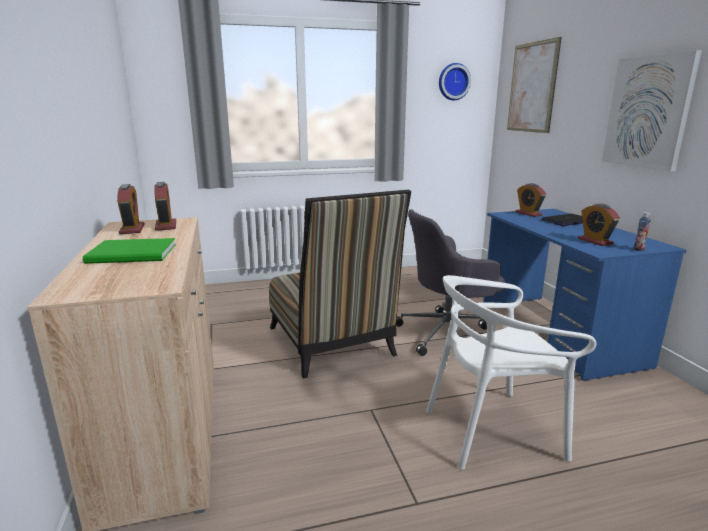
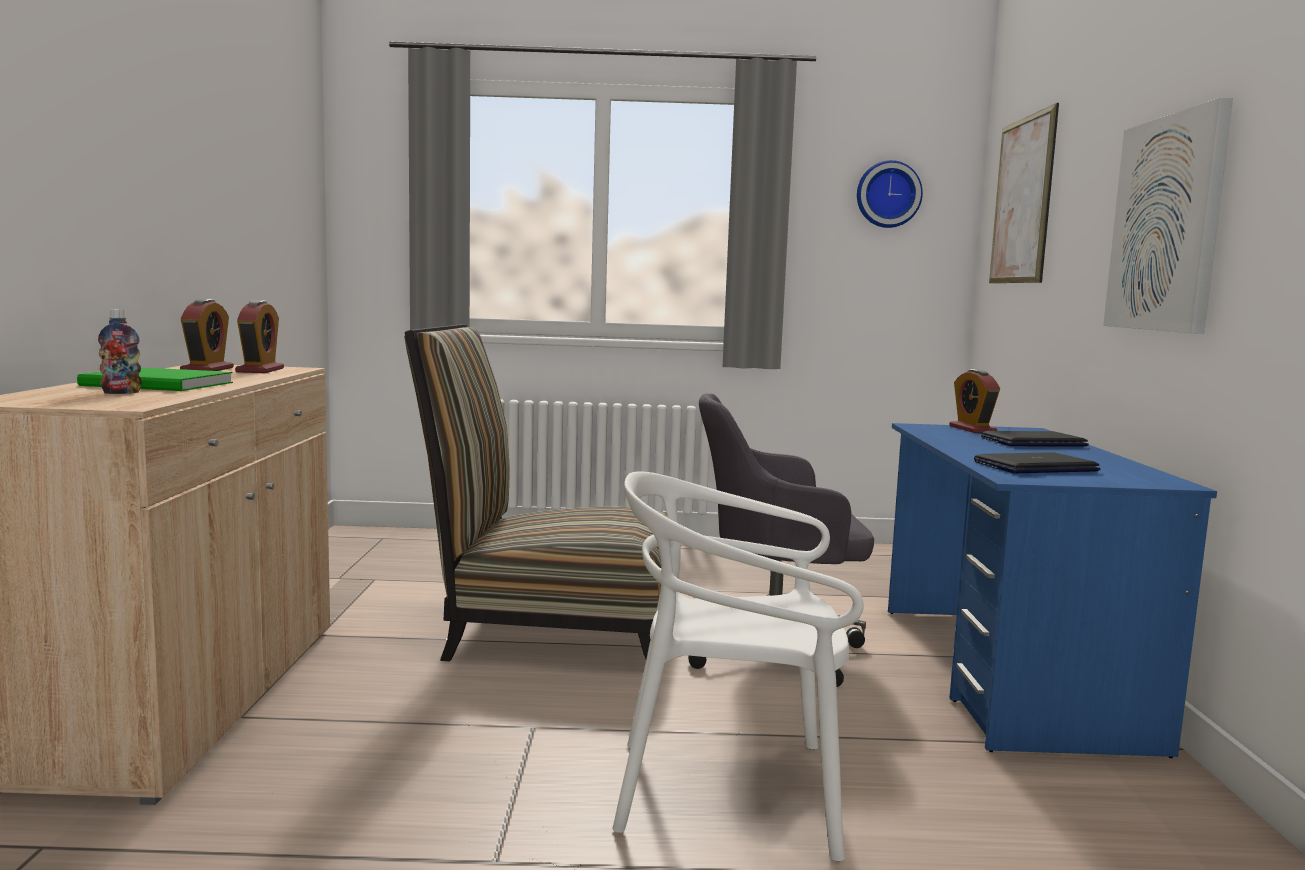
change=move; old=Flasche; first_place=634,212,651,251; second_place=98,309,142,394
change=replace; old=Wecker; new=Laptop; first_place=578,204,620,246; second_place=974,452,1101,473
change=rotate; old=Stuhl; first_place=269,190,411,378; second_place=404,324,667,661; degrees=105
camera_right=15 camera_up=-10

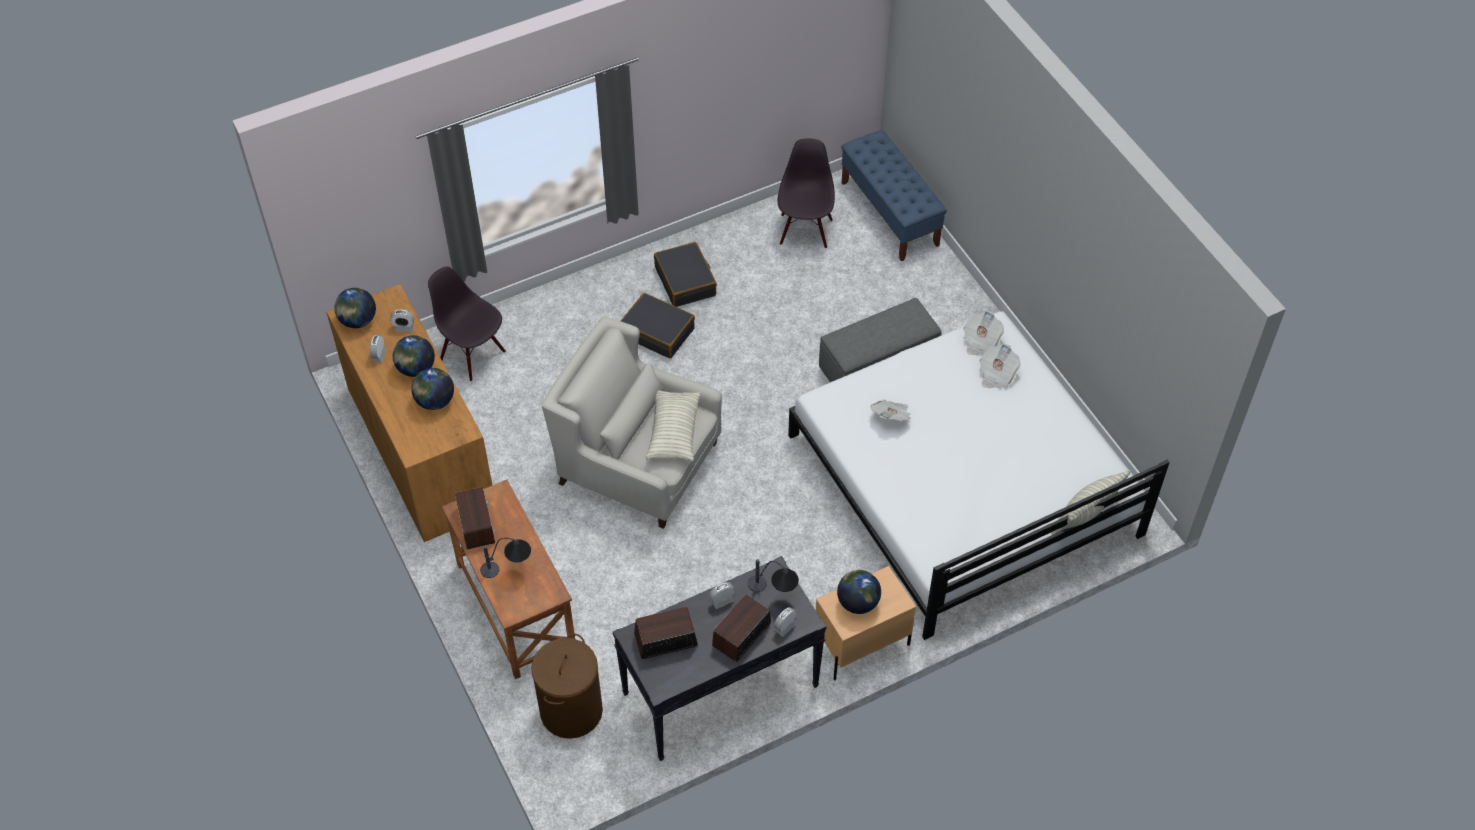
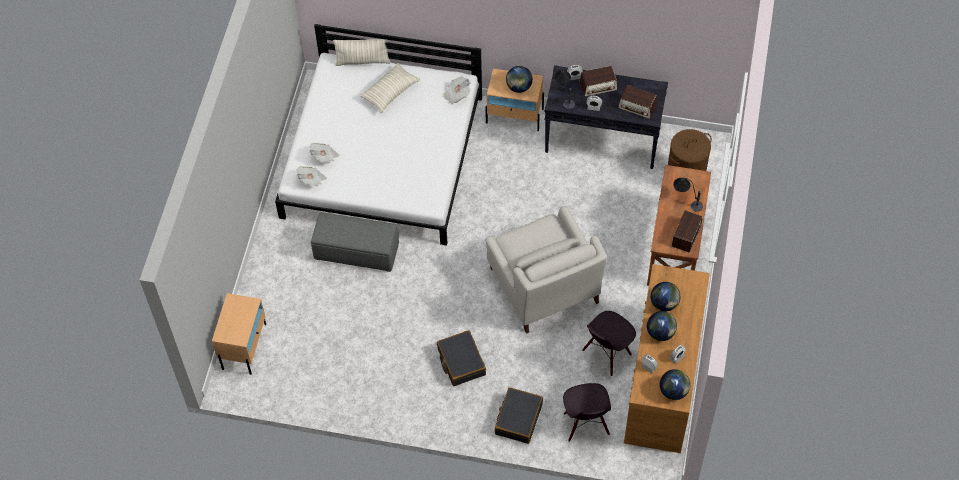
change=move; old=Kissen; first_place=646,390,701,461; second_place=360,63,420,113
change=move; old=Koffer [schwarz]; first_place=654,242,717,307; second_place=495,387,543,444
change=move; old=Stuhl [schwarz]; first_place=778,139,835,248; second_place=582,311,636,376
change=move; old=Zeitung; first_place=870,400,910,421; second_place=442,76,471,105
change=replace; old=Bank [blau]; new=Nachttisch [beige]; first_place=841,130,947,261; second_place=212,293,266,375
camera_right=-140 camera_up=5

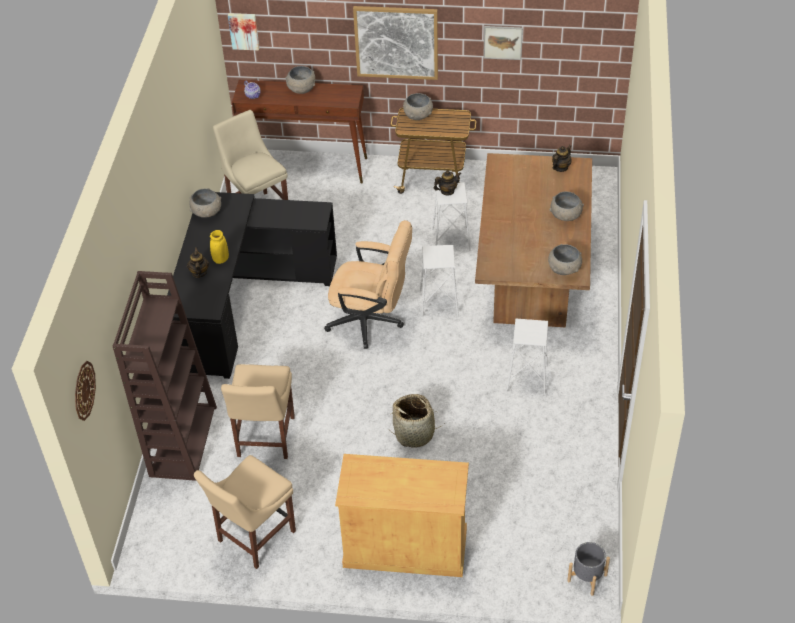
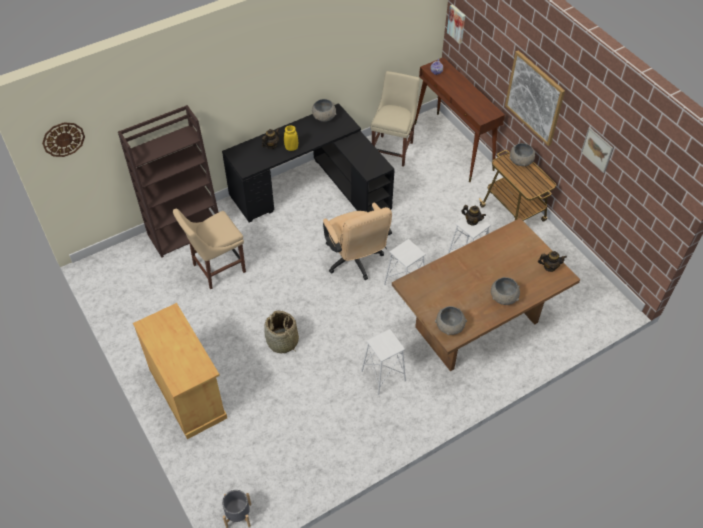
change=delete; old=Stuhl [beige]; first_place=194,455,296,569
change=delete; old=Schüssel [grau]; first_place=286,66,315,94
camera_right=50 camera_up=5

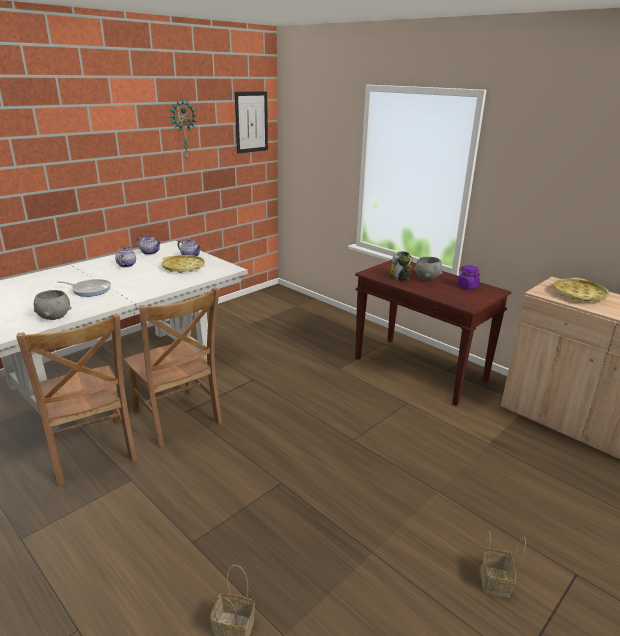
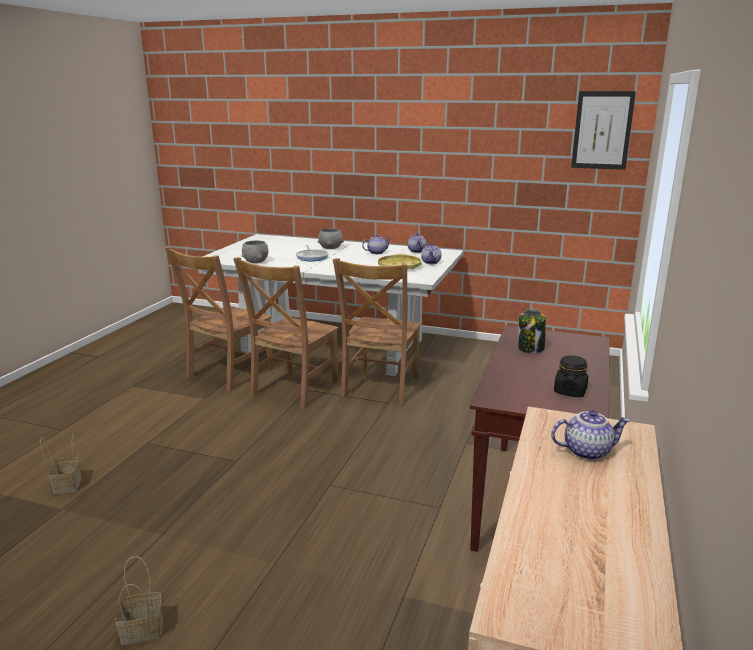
change=delete; old=Wanduhr; first_place=170,98,198,159
change=insert; new=Stuhl [braun]; second_place=333,258,421,405
change=move; old=Schüssel [grau]; first_place=414,257,443,281; second_place=318,228,344,249
change=replace; old=Tablett [gelb]; new=Teekanne; first_place=553,278,609,302; second_place=551,410,630,460
change=recolor; old=Vorratsglas [lila]; new=Vorratsglas [schwarz]; first_place=457,265,480,289; second_place=554,356,588,397
camera_right=65 camera_up=-5

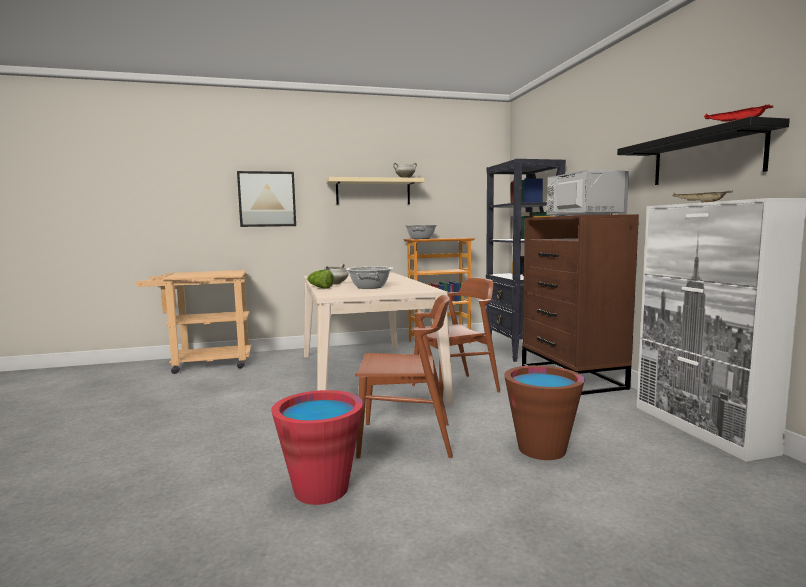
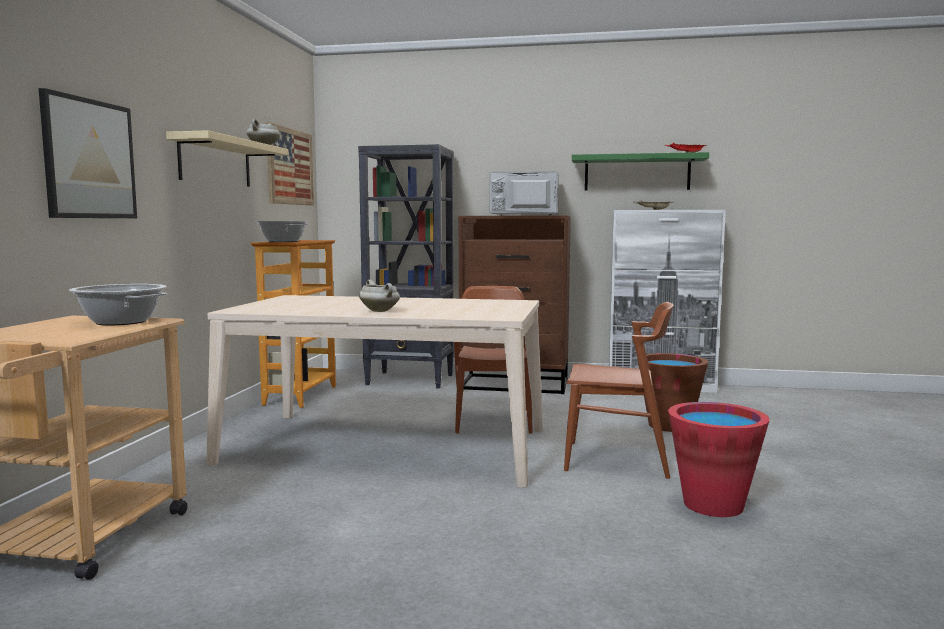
change=delete; old=Salatkopf; first_place=307,270,334,289
change=insert; new=Bild; second_place=266,122,314,205
change=move; old=Kochtopf; first_place=346,267,393,289; second_place=69,284,167,325
change=recolor; old=Wandregal [schwarz]; new=Wandregal [grün]; first_place=617,117,790,185; second_place=572,152,709,191
change=rotate; old=Stuhl [braun]; first_place=355,295,453,458; second_place=564,302,674,479; degrees=75
camera_right=-65 camera_up=0

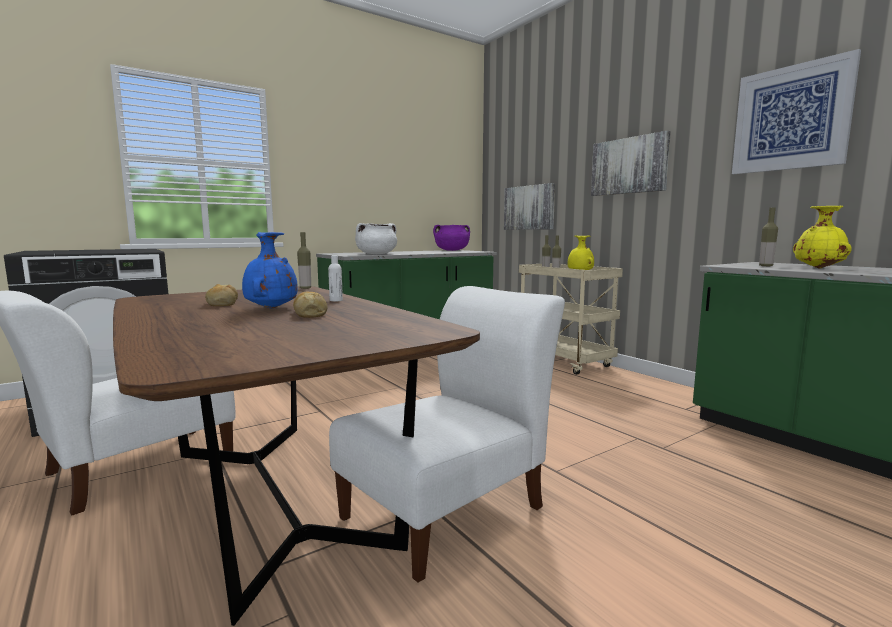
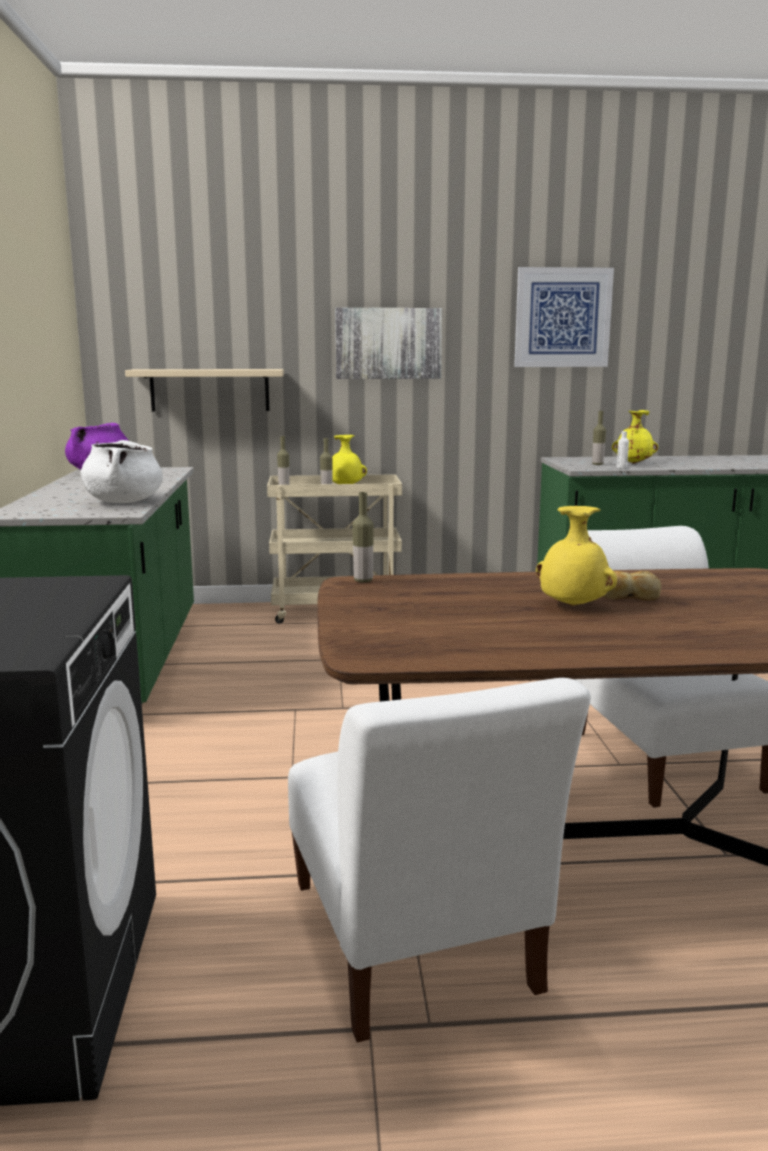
change=delete; old=Brot; first_place=205,284,238,306
change=move; old=Flasche [weiß]; first_place=328,255,343,301; second_place=617,431,629,469
change=replace; old=Bild; new=Wandregal [beige]; first_place=504,183,555,230; second_place=125,369,284,412
change=recolor; old=Vase [blau]; new=Vase [gelb]; first_place=242,232,298,309; second_place=536,506,617,606
camera_right=-60 camera_up=5

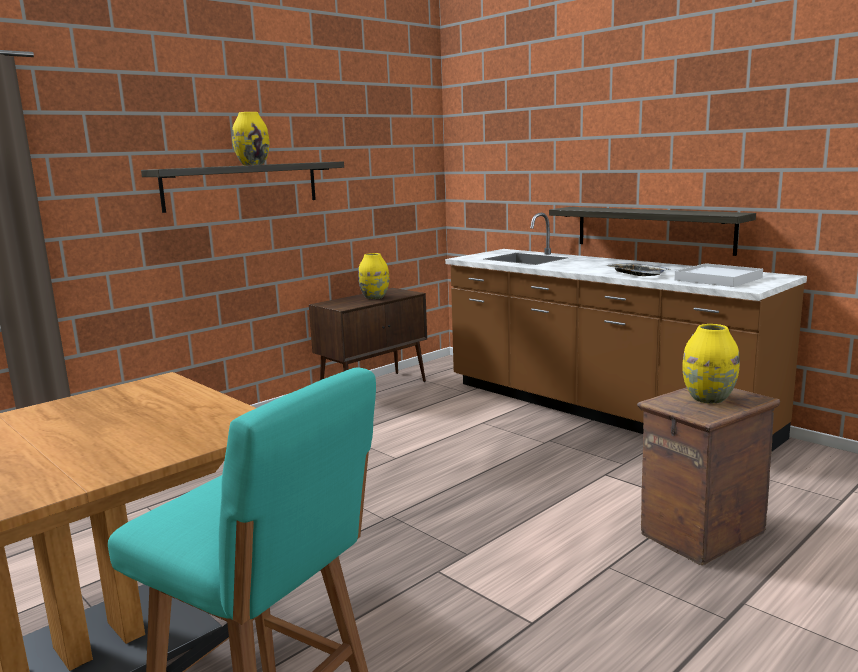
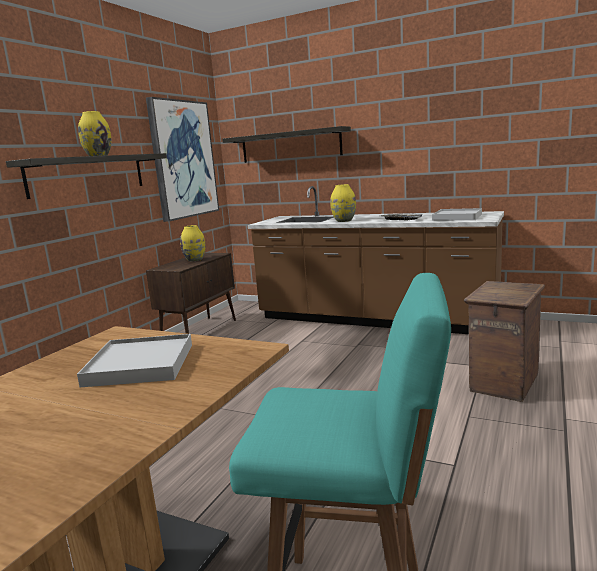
change=insert; new=Tablett [weiß]; second_place=77,334,192,387
change=insert; new=Bild; second_place=146,97,219,222
change=move; old=Wandregal; first_place=549,207,756,256; second_place=222,126,351,163
change=move; old=Vase [gelb]; first_place=682,324,740,404; second_place=330,184,356,222
camera_right=-20 camera_up=0

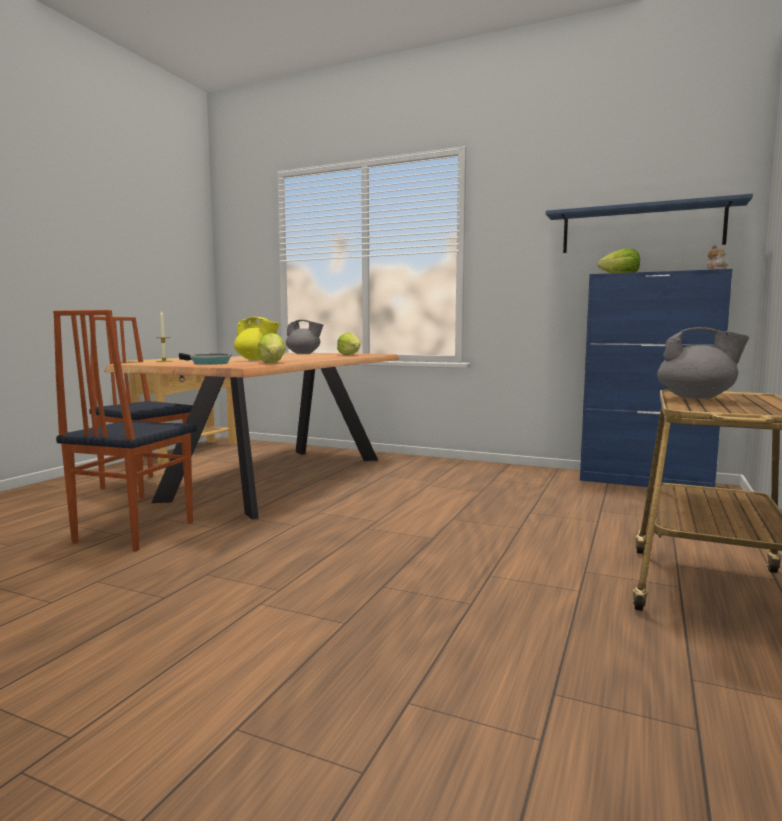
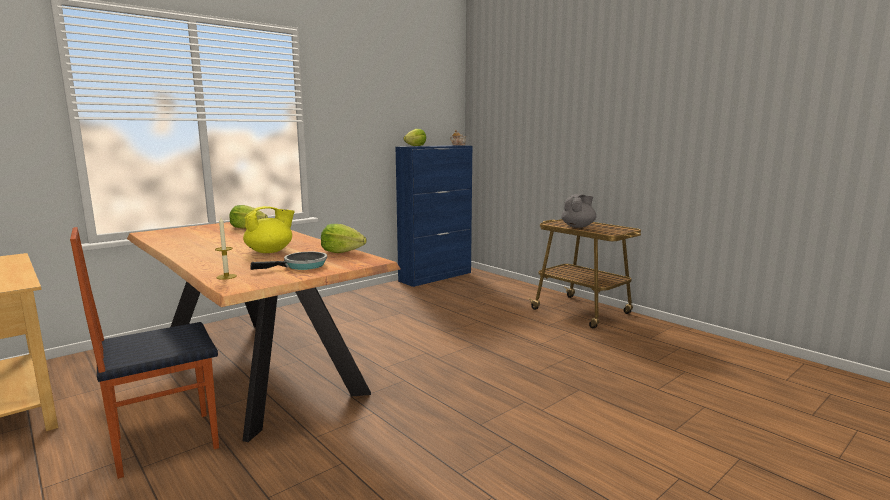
change=delete; old=Stuhl; first_place=53,310,197,552
change=delete; old=Teekanne [grau]; first_place=286,320,323,354
change=delete; old=Wandregal [blau]; first_place=546,194,753,253
camera_right=-65 camera_up=5

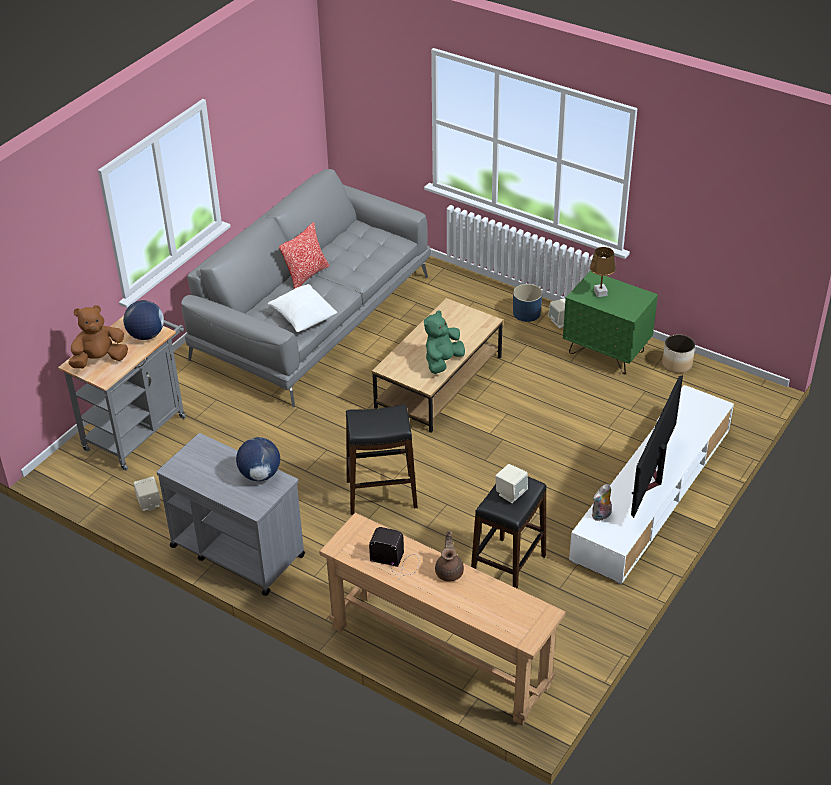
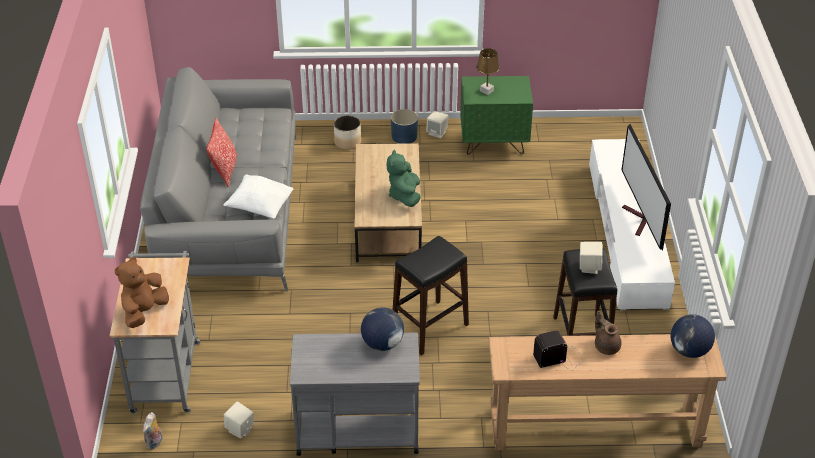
change=move; old=Globus; first_place=123,300,164,340; second_place=670,314,715,358
change=move; old=Plüschtier; first_place=592,484,612,521; second_place=143,412,163,450
change=move; old=Pflanzkübel; first_place=662,334,695,373; second_place=334,115,361,150
camera_right=-35 camera_up=0

